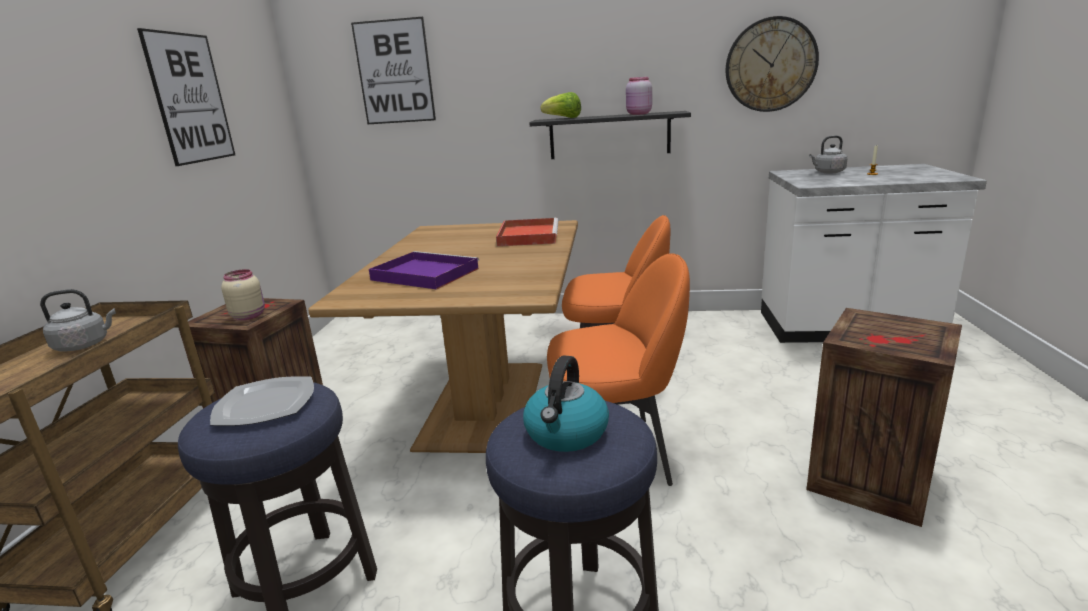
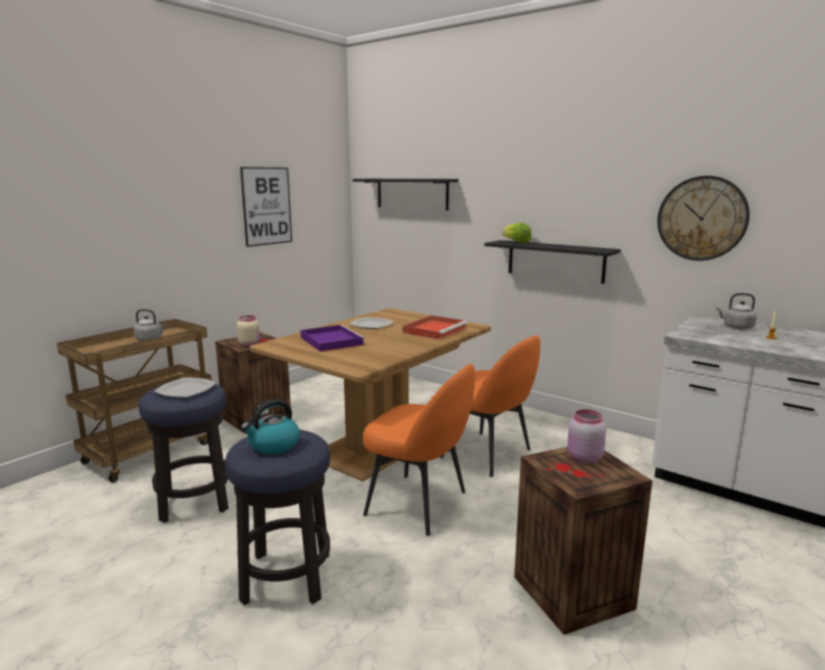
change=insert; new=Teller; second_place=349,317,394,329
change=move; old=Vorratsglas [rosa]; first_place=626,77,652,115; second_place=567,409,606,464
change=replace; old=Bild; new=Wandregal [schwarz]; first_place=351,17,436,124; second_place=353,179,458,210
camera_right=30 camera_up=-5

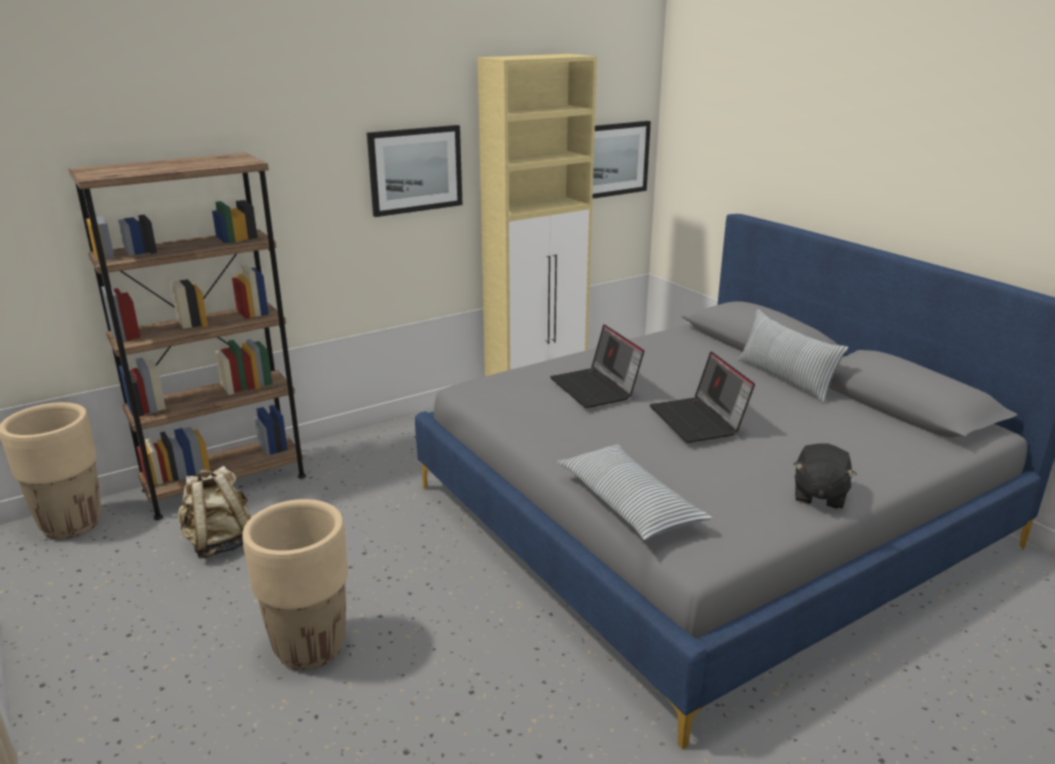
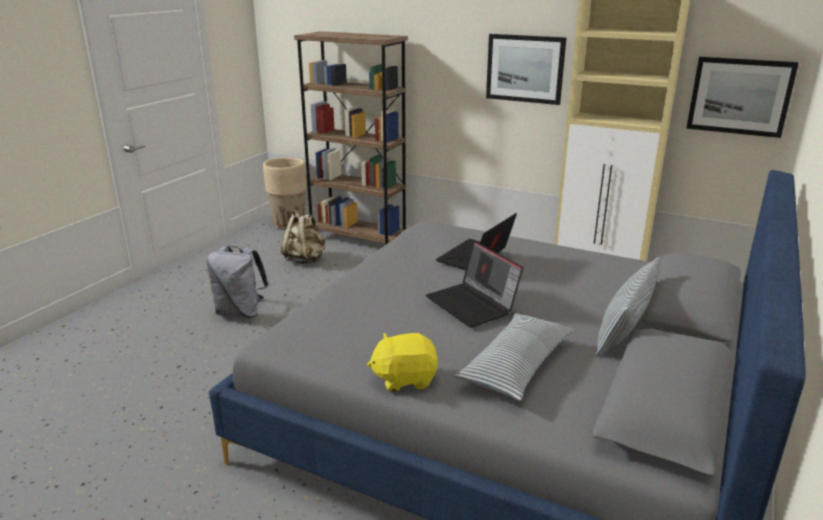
change=move; old=Kissen; first_place=557,444,712,540; second_place=454,313,575,401
change=replace; old=Pflanzkübel [beige]; new=Rucksack [grau]; first_place=242,499,348,670; second_place=206,246,269,318
change=recolor; old=Plüschtier [schwarz]; new=Plüschtier [gelb]; first_place=794,443,857,509; second_place=367,333,438,392
change=rotate; old=Laptop; first_place=650,352,755,443; second_place=426,241,523,328; degrees=-75
camera_right=60 camera_up=0

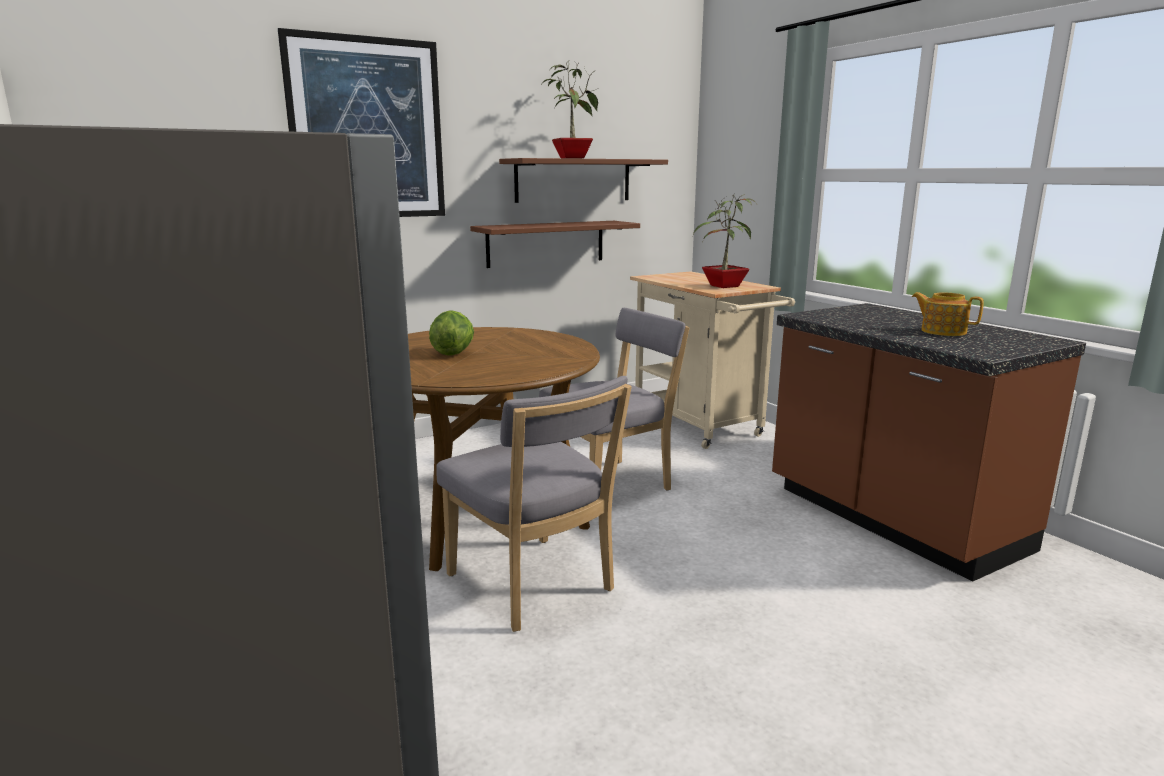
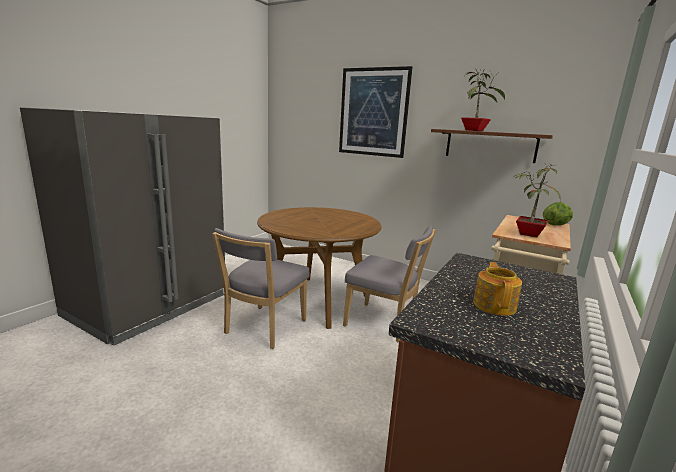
change=delete; old=Wandregal [braun]; first_place=470,221,640,268
change=move; old=Salatkopf; first_place=429,310,474,356; second_place=543,202,573,225
camera_right=60 camera_up=0

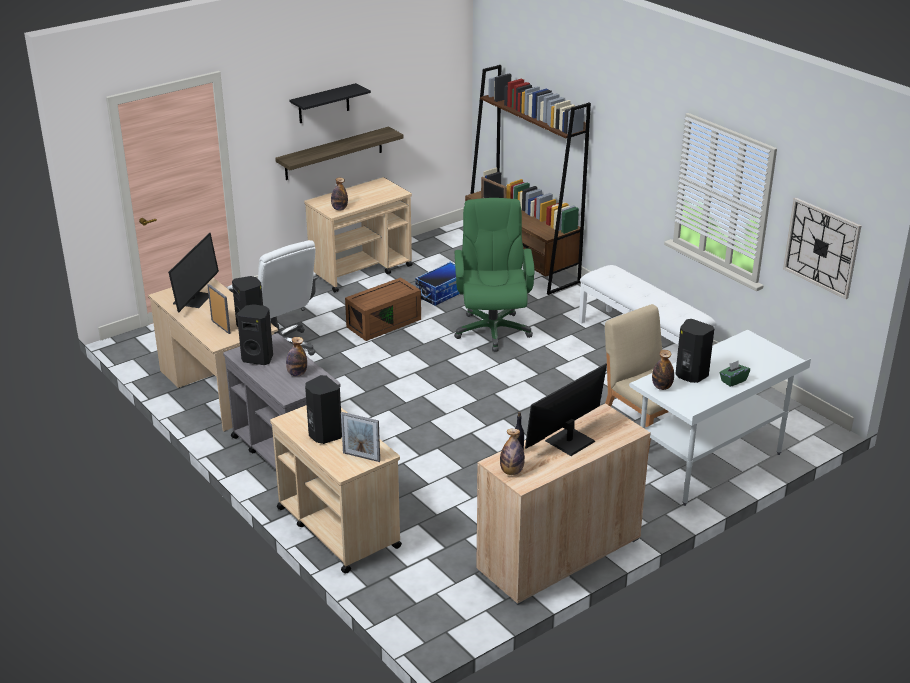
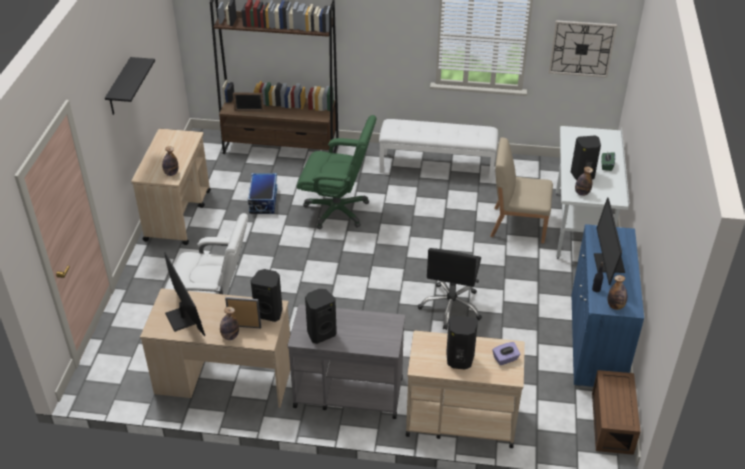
change=delete; old=Wandregal; first_place=275,127,404,180
change=insert; new=Bürostuhl [schwarz]; second_place=418,248,482,330
change=move; old=Flasche; first_place=286,337,307,376; second_place=220,307,239,340
change=move; old=Aufbewahrungsbox [braun]; first_place=345,277,421,341; second_place=592,370,641,455
change=replace; old=Bilderrahmen; new=Taschentuchbox [lila]; first_place=341,412,380,462; second_place=492,342,520,365
change=recolor; old=Schrank [beige]; new=Schrank [blau]; first_place=476,403,651,605; second_place=571,224,644,387
change=rotate; old=Bürostuhl [grün]; first_place=454,198,535,352; second_place=297,115,377,230; degrees=150
camera_right=-45 camera_up=10

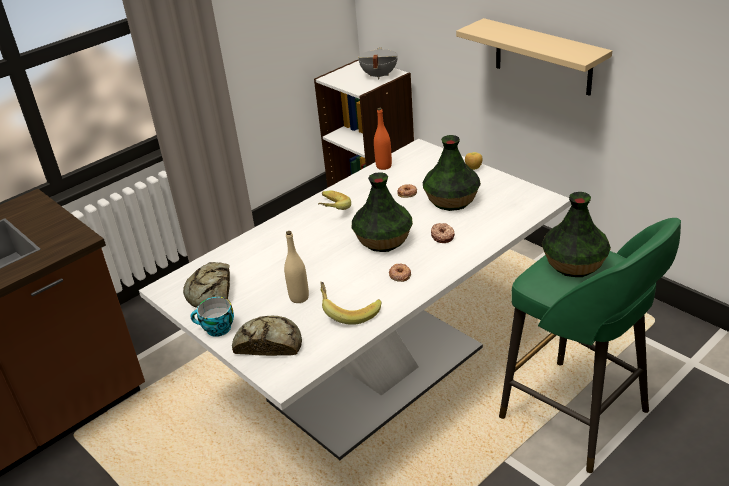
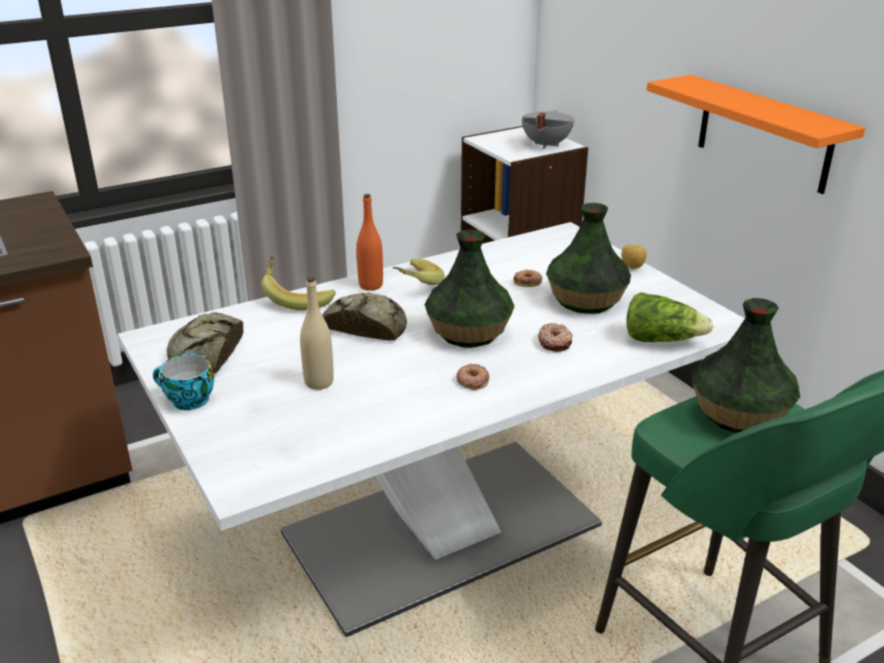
change=insert; new=Salatkopf; second_place=627,292,714,342
change=move; old=Brot; first_place=232,316,302,356; second_place=322,293,407,341
change=move; old=Banane; first_place=320,282,382,325; second_place=261,257,336,310
change=move; old=Flasche [orange]; first_place=374,108,392,170; second_place=356,194,383,291
change=recolor; old=Wandregal [beige]; new=Wandregal [orange]; first_place=456,18,612,96; second_place=647,75,865,194
camera_right=10 camera_up=-5

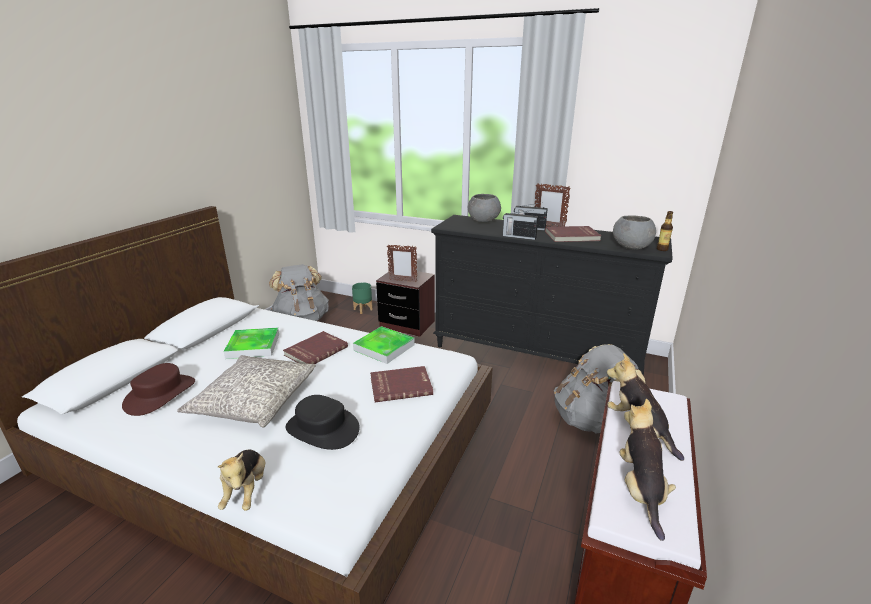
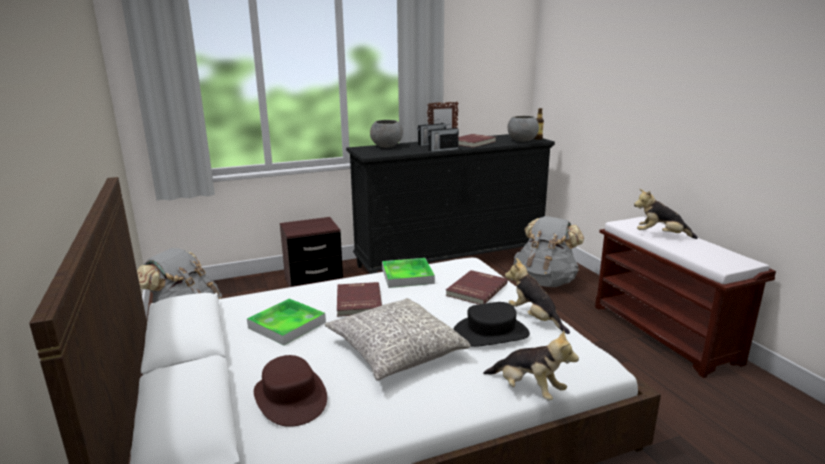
change=delete; old=Pflanzkübel [grün]; first_place=352,283,373,314
change=delete; old=Bilderrahmen; first_place=387,244,417,282
change=move; old=Plüschtier; first_place=619,399,676,541; second_place=505,258,570,334
camera_right=-45 camera_up=-5

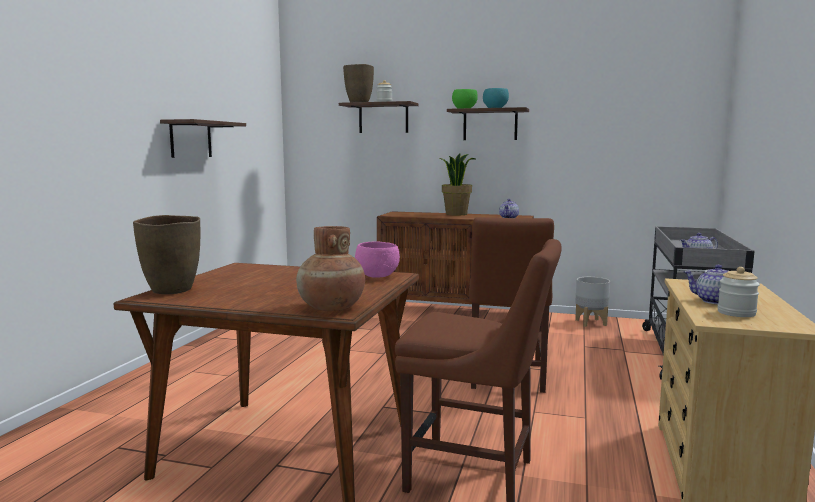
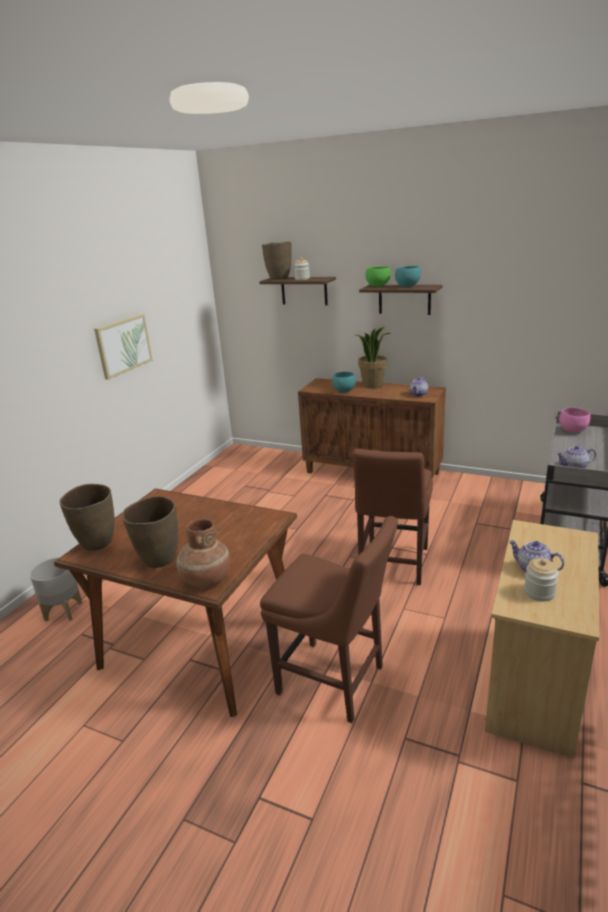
change=insert; new=Vase [braun]; second_place=122,496,178,568
change=insert; new=Schüssel [türkis]; second_place=332,372,356,393
change=move; old=Schüssel [rosa]; first_place=355,242,400,278; second_place=559,407,591,432
change=move; old=Pflanzkübel [grau]; first_place=575,277,610,327; second_place=30,557,82,622
change=replace; old=Wandregal; new=Bild; first_place=160,119,246,158; second_place=94,314,153,380
camera_right=10 camera_up=15

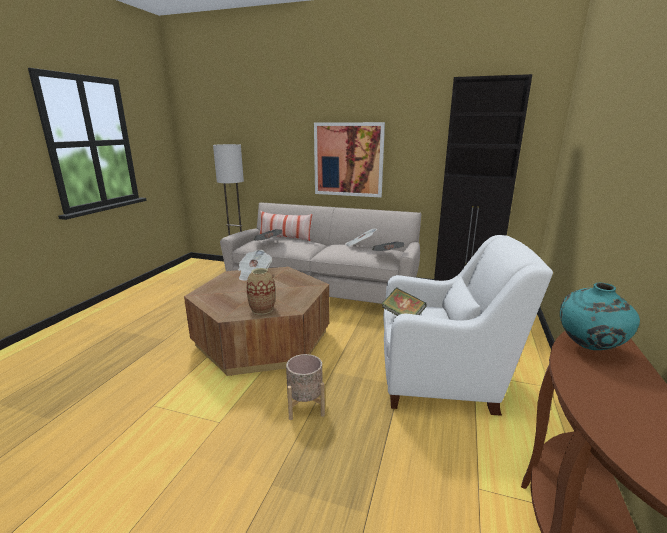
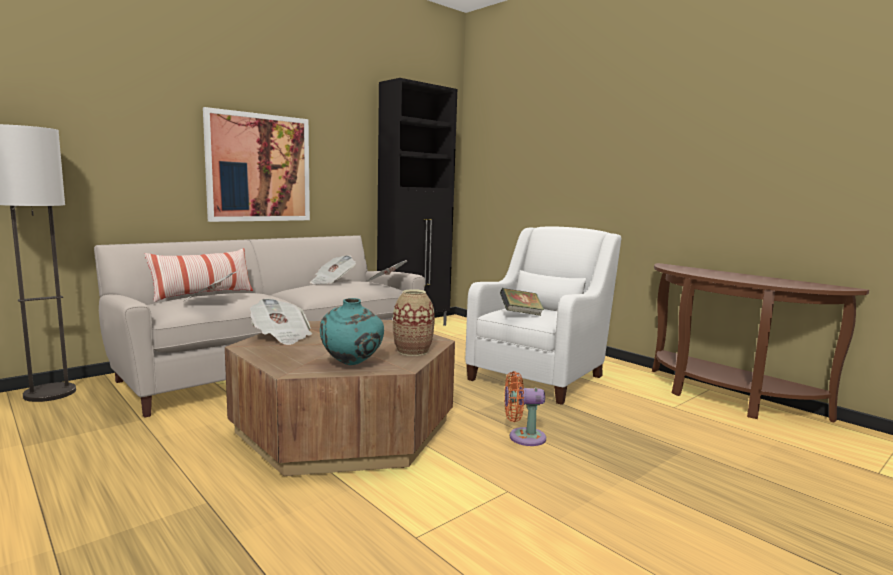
change=move; old=Vase [türkis]; first_place=560,283,640,350; second_place=320,298,384,365
change=replace; old=Pflanzkübel [beige]; new=Ventilator [orange]; first_place=286,354,325,420; second_place=504,371,546,446
camera_right=-60 camera_up=-10

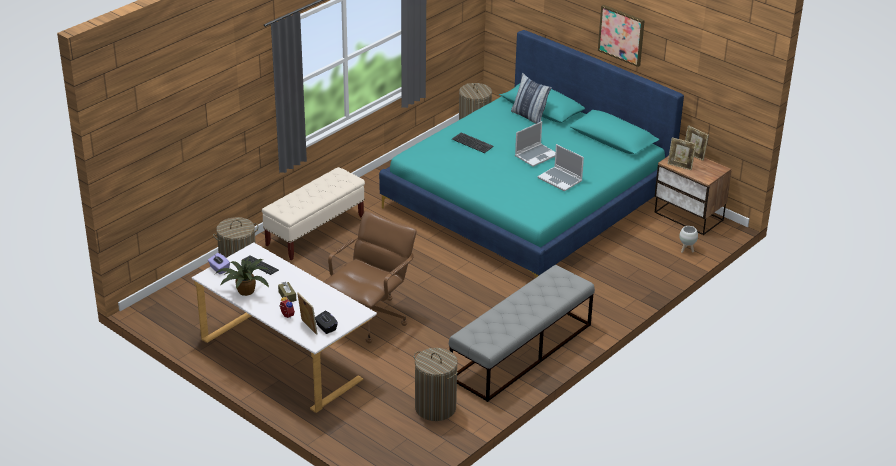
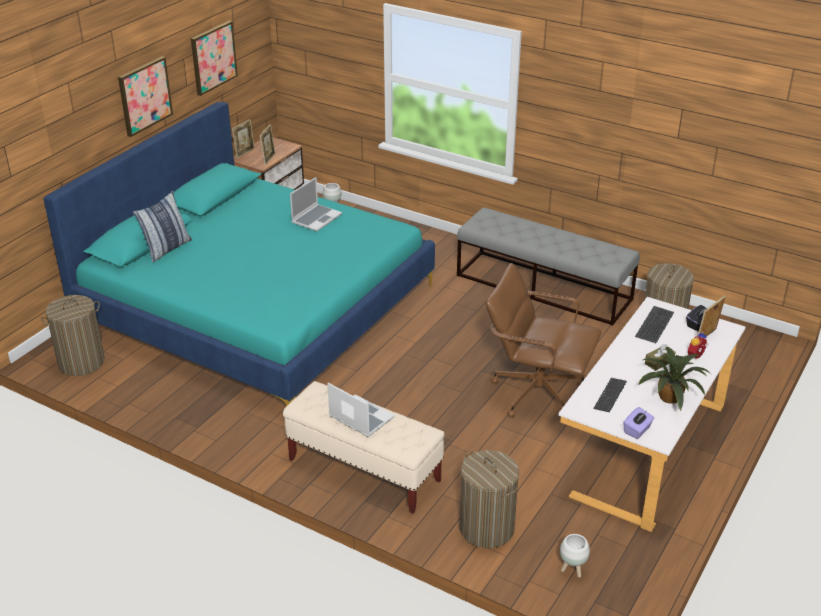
change=insert; new=Bild; second_place=191,20,238,96
change=insert; new=Pflanzkübel [weiß]; second_place=560,534,590,578
change=move; old=Tastatur; first_place=452,132,494,153; second_place=635,306,674,343
change=move; old=Laptop; first_place=515,121,555,167; second_place=328,383,395,437
camera_right=-100 camera_up=0

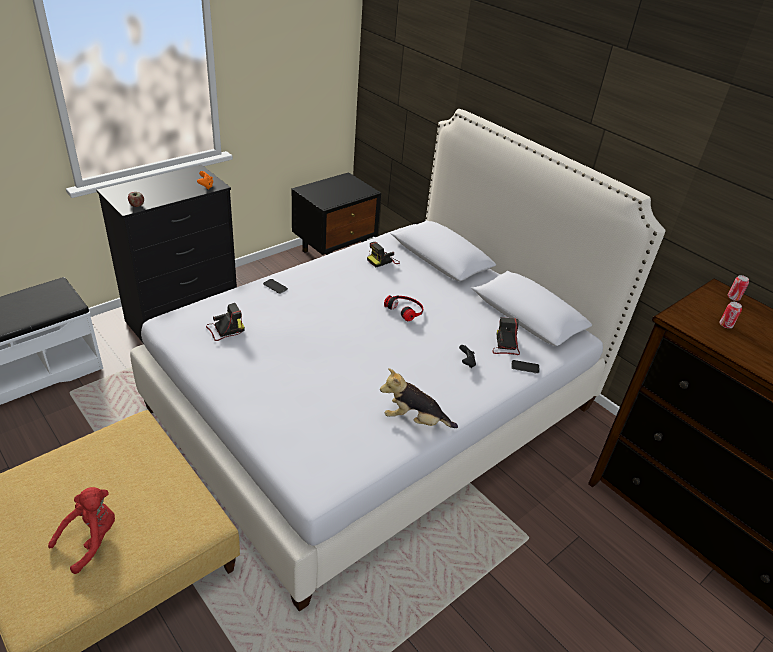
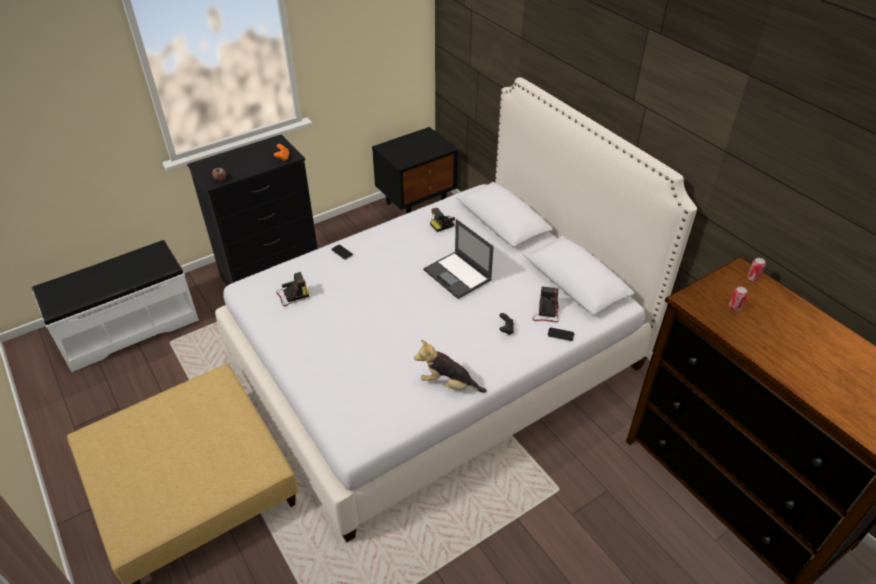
change=delete; old=Plüschtier [rot]; first_place=48,487,115,574
change=replace; old=Kopfhörer; new=Laptop; first_place=384,295,423,321; second_place=423,219,494,299
camera_right=10 camera_up=5

